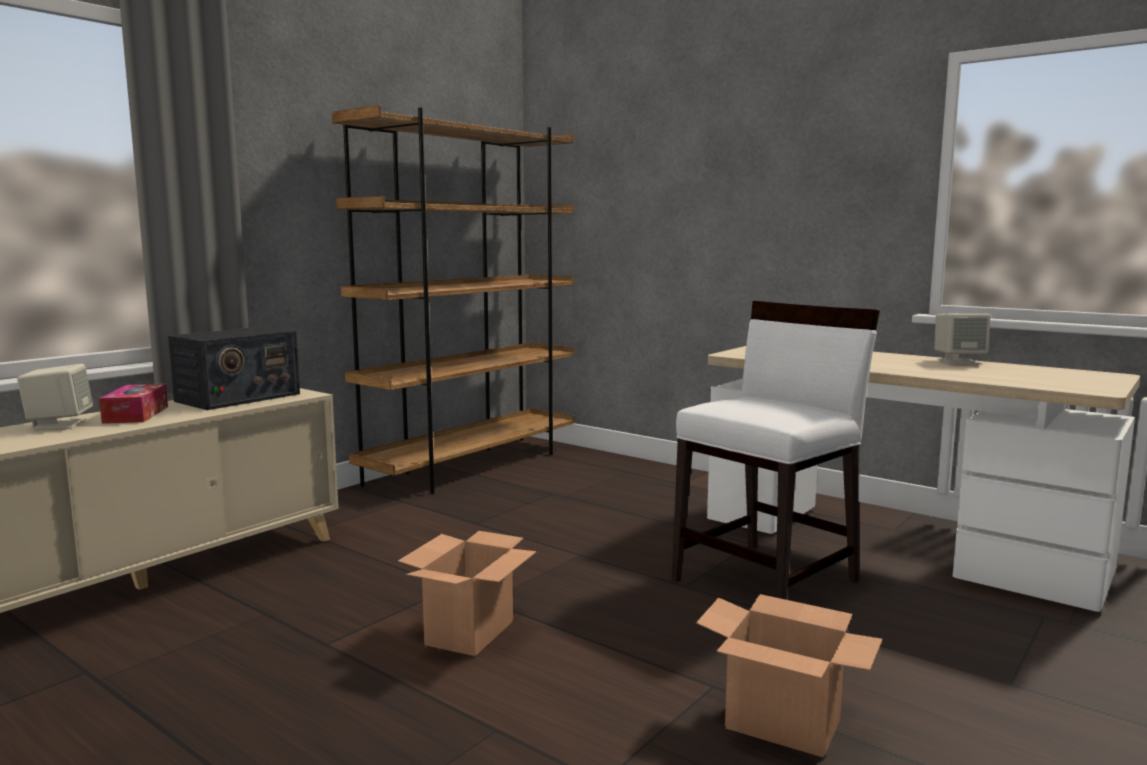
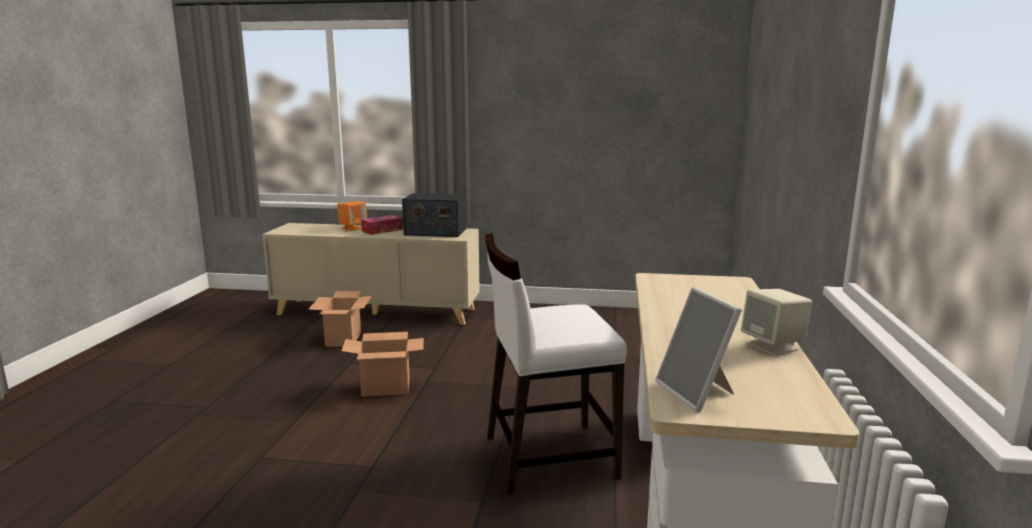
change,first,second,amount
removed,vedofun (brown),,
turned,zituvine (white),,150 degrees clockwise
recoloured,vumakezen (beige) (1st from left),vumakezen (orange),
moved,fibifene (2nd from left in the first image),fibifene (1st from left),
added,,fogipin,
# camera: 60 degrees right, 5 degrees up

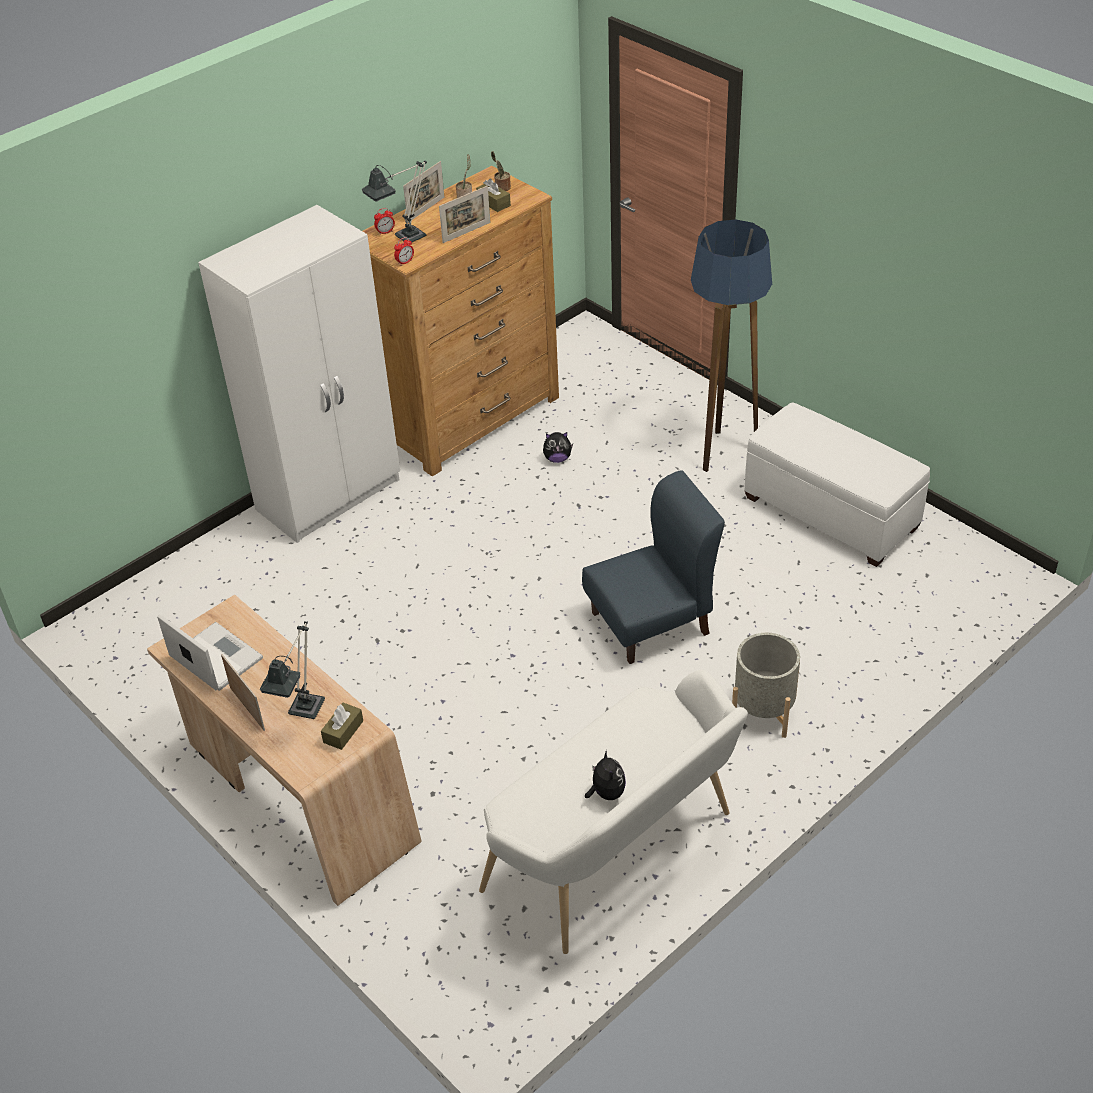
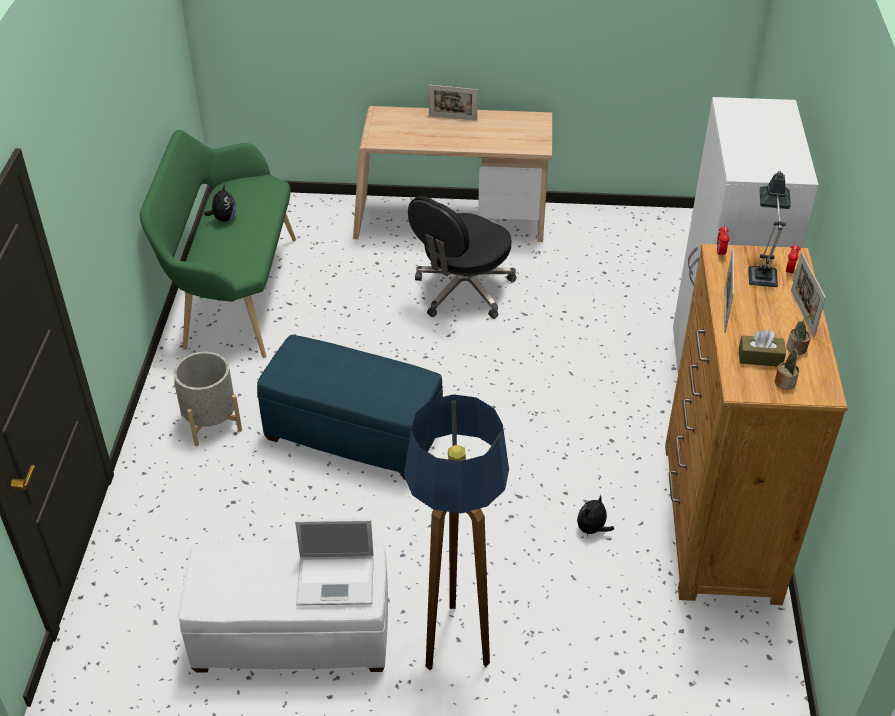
change,first,second,amount
replaced,zituvine (blue),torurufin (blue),
moved,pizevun,,
removed,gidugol (1st from left),,
recoloured,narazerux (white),narazerux (green),
removed,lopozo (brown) (1st from left),,
turned,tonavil (2nd from left in the first image),tonavil (1st from left),120 degrees counterclockwise
added,,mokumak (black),
# camera: 135 degrees right, 0 degrees up

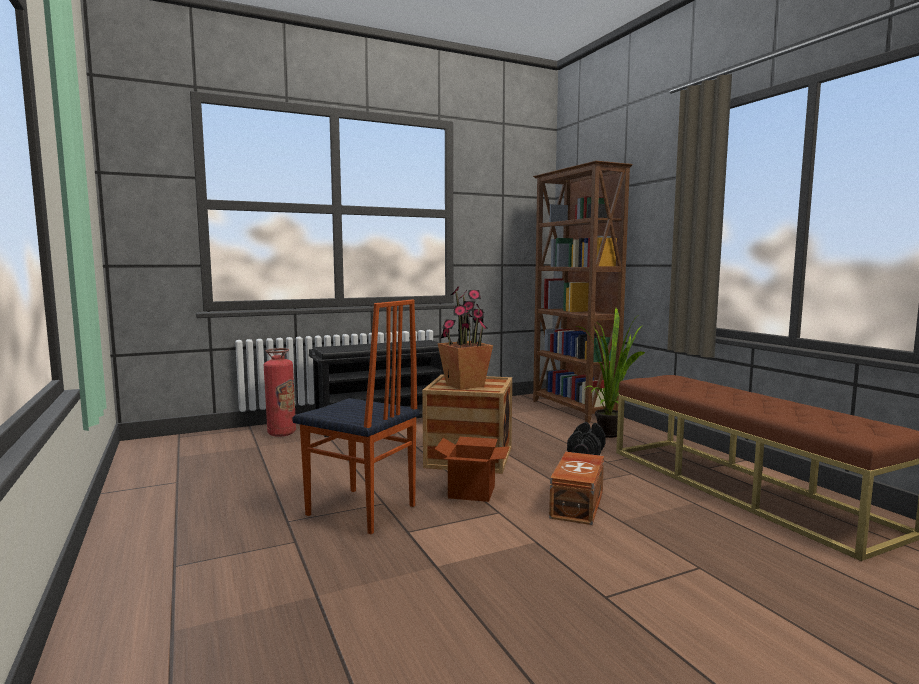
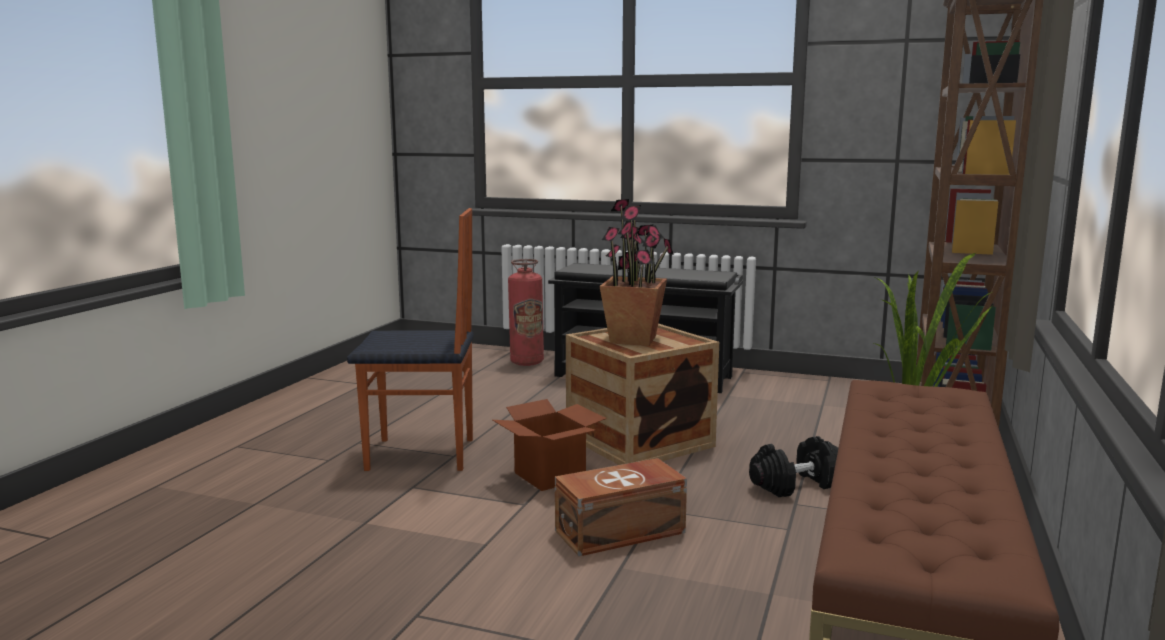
change,first,second,amount
turned,zituvine,,75 degrees counterclockwise
# camera: 45 degrees right, 5 degrees up

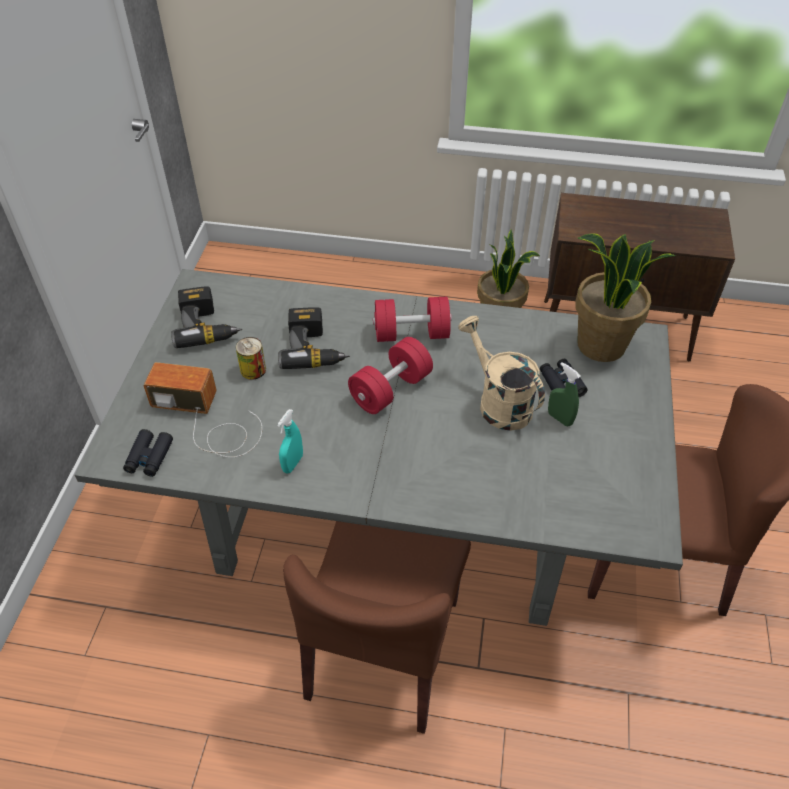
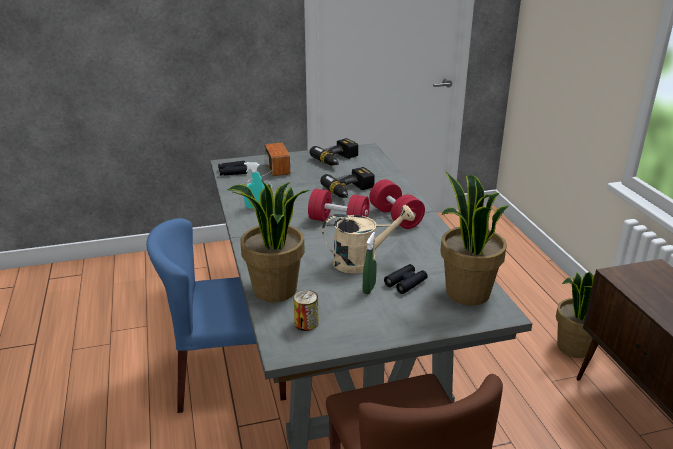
change,first,second,amount
turned,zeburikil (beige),,45 degrees clockwise
moved,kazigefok,,
recoloured,zituvine (brown) (1st from left),zituvine (blue),
added,,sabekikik (1st from left),
# camera: 65 degrees right, 20 degrees down

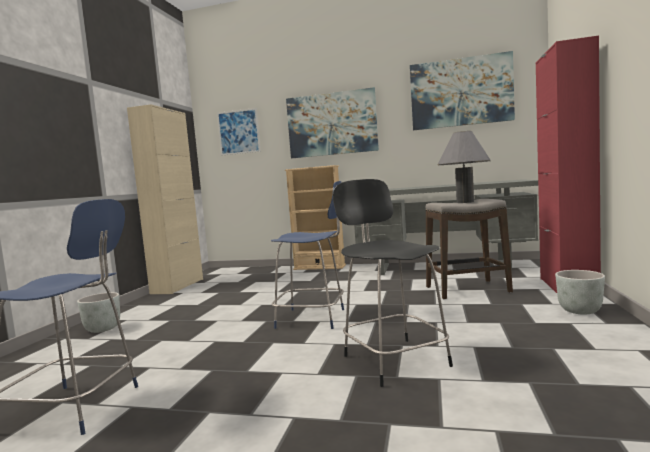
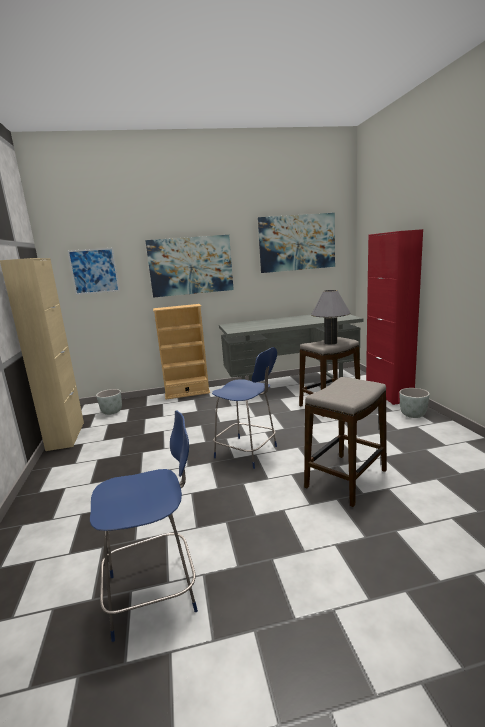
change,first,second,amount
replaced,zituvine (black),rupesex (2nd from left),
turned,zituvine (blue) (2nd from left),,45 degrees clockwise
moved,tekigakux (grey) (1st from left),,
# camera: 25 degrees left, 10 degrees up

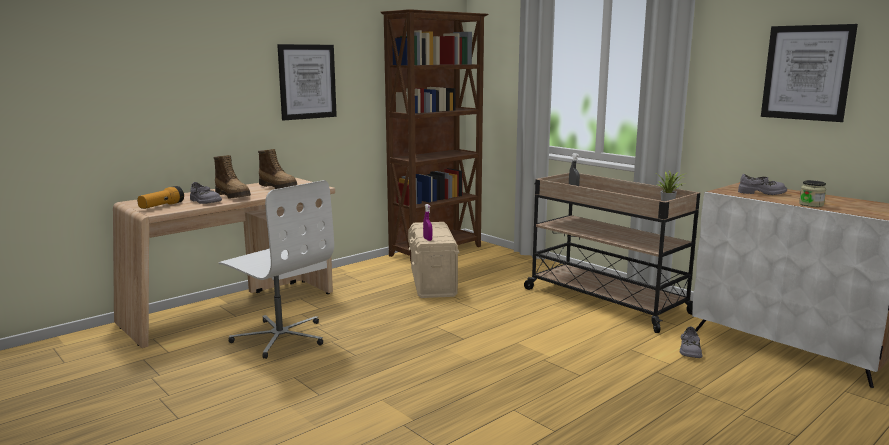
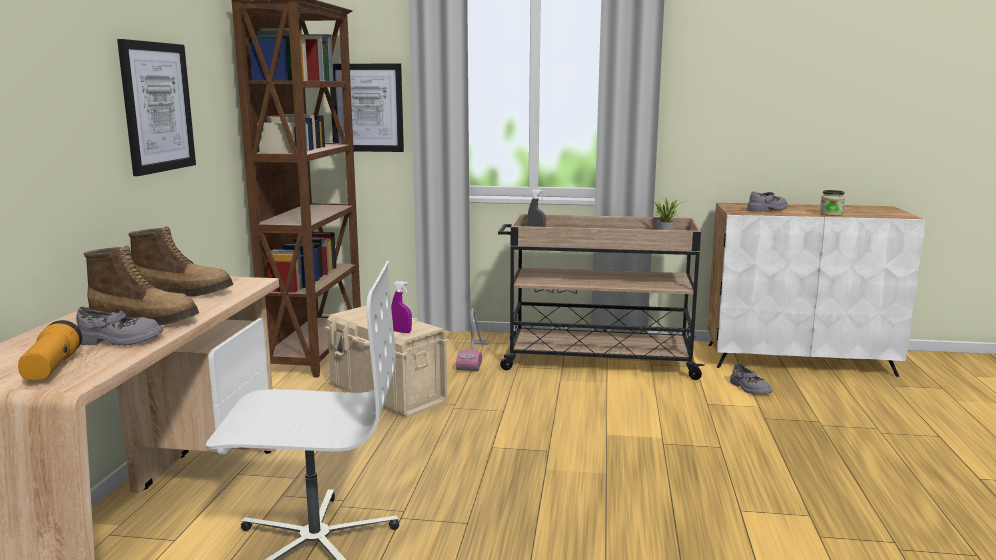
change,first,second,amount
moved,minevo (2nd from left),,
added,,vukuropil,
# camera: 40 degrees left, 0 degrees up

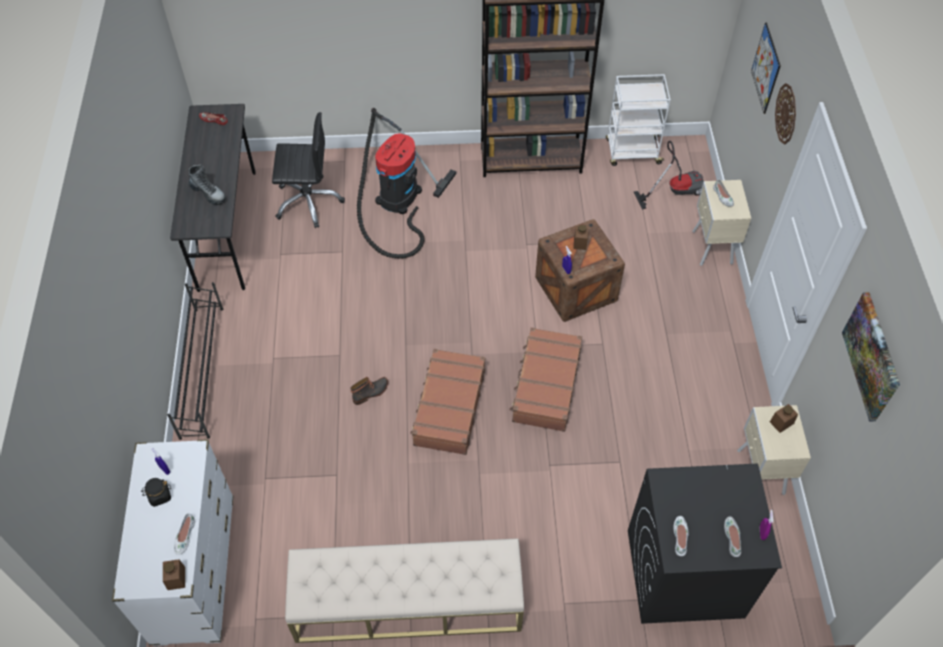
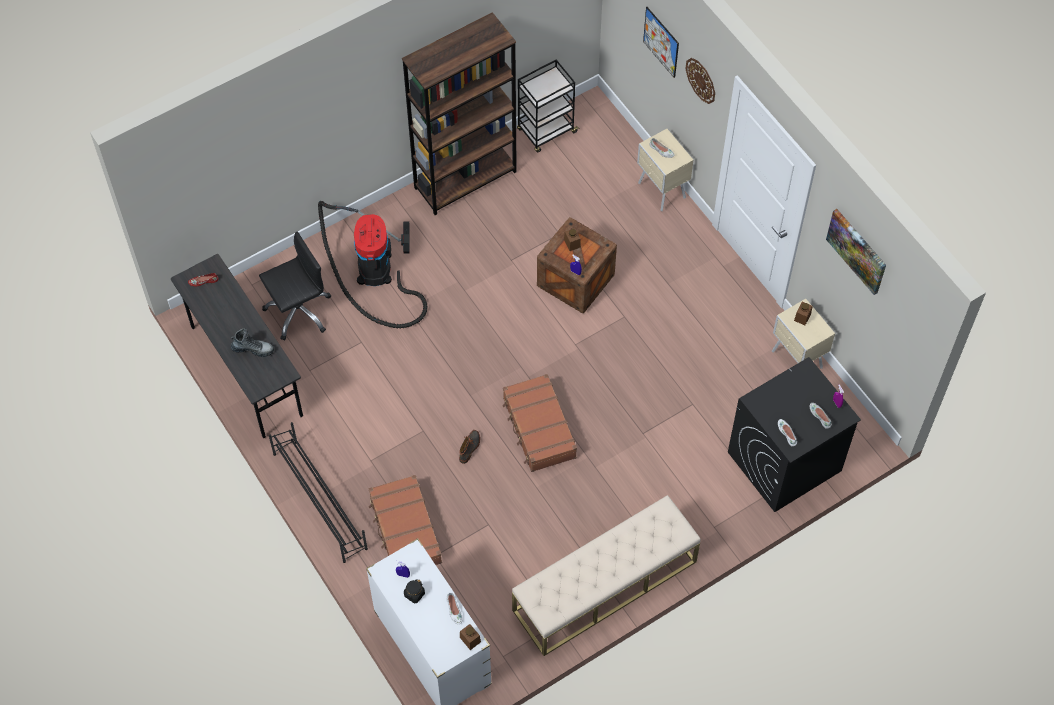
change,first,second,amount
recoloured,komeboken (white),komeboken (black),
removed,vukuropil (2nd from left),,
moved,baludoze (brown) (2nd from left in the first image),baludoze (brown) (1st from left),
# camera: 30 degrees left, 5 degrees up

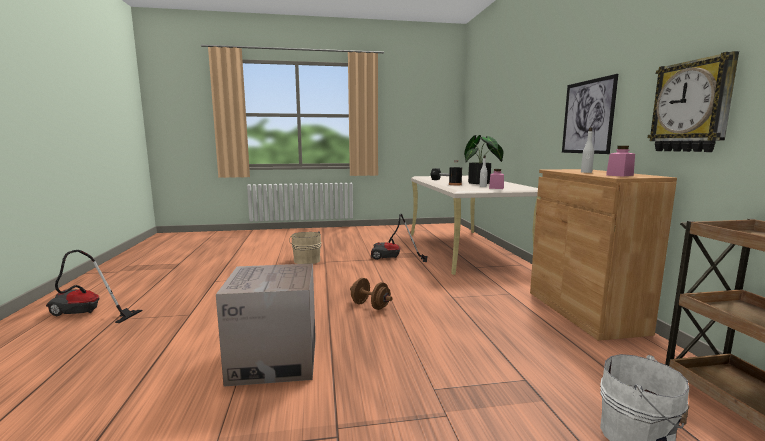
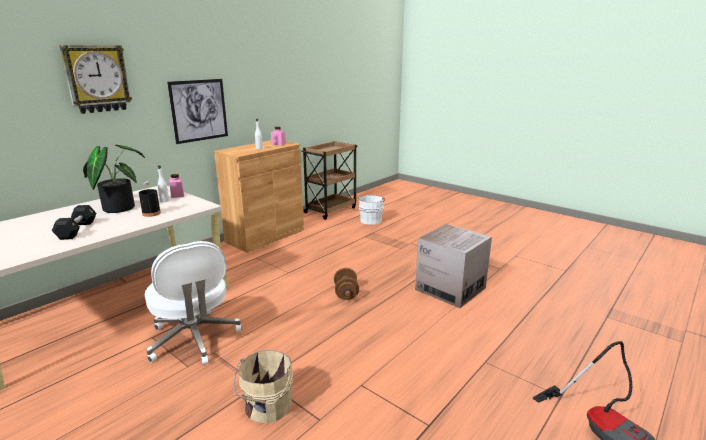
change,first,second,amount
moved,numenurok,,
replaced,vukuropil (2nd from left),mokumak (white),
# camera: 130 degrees left, 10 degrees up

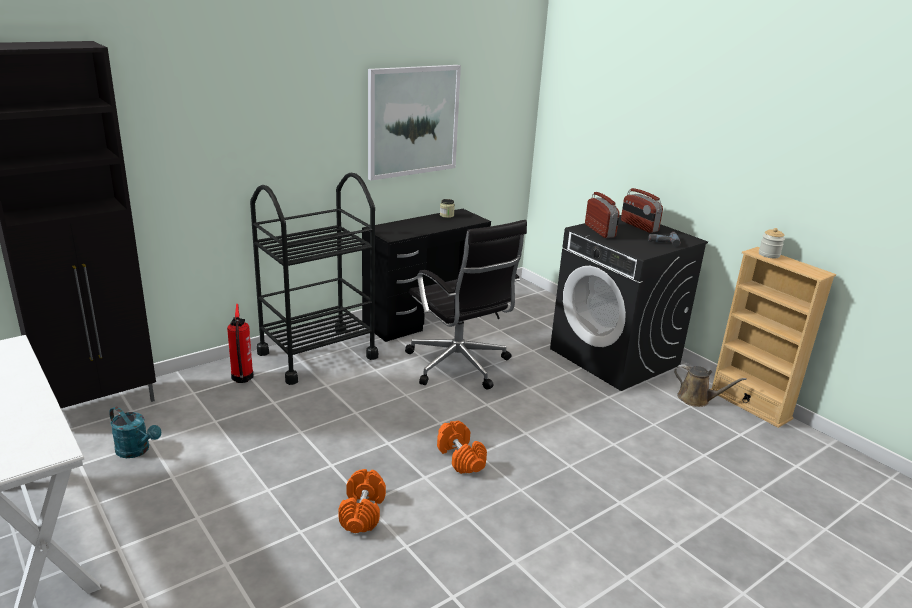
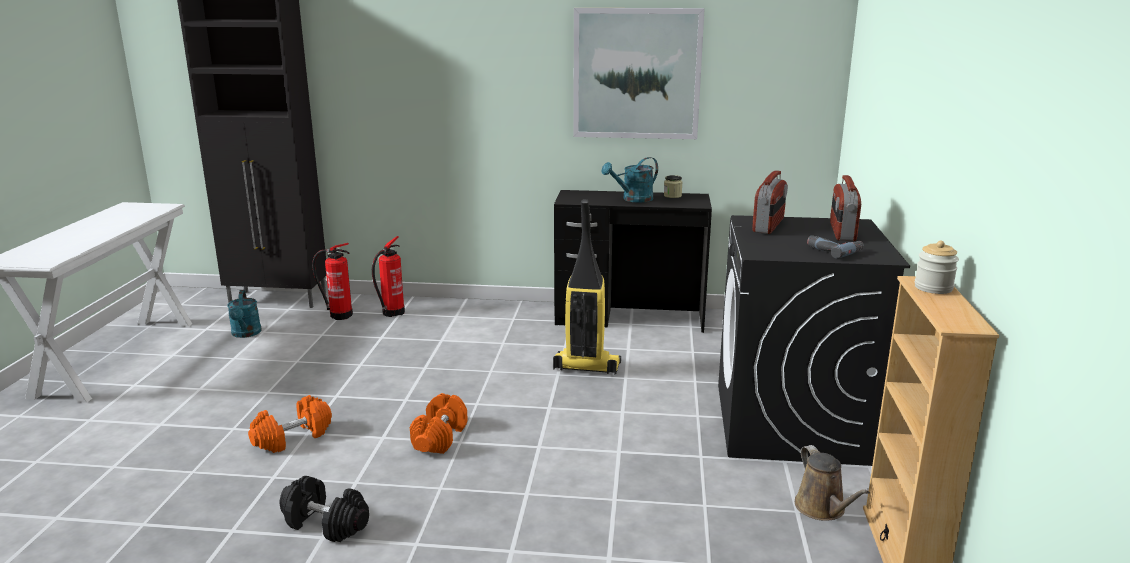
change,first,second,amount
removed,komeboken (black),,
replaced,mokumak (black),vukuropil,
added,,zeburikil (turquoise) (2nd from left),
added,,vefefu (1st from left),
added,,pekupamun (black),
# camera: 45 degrees right, 5 degrees down

